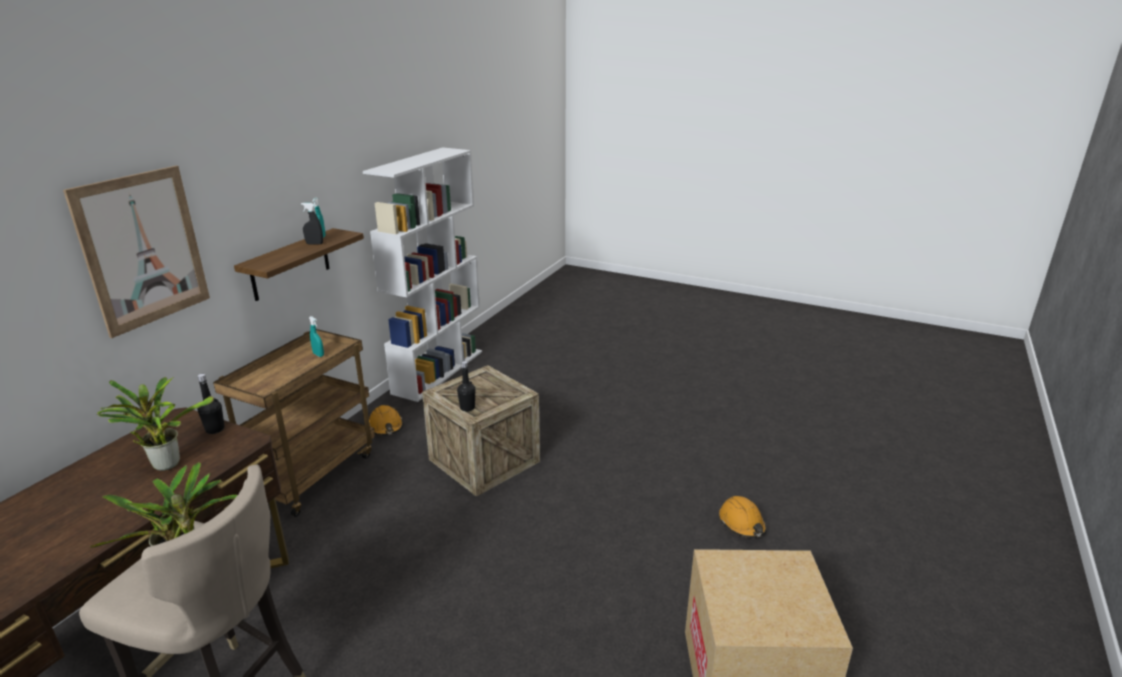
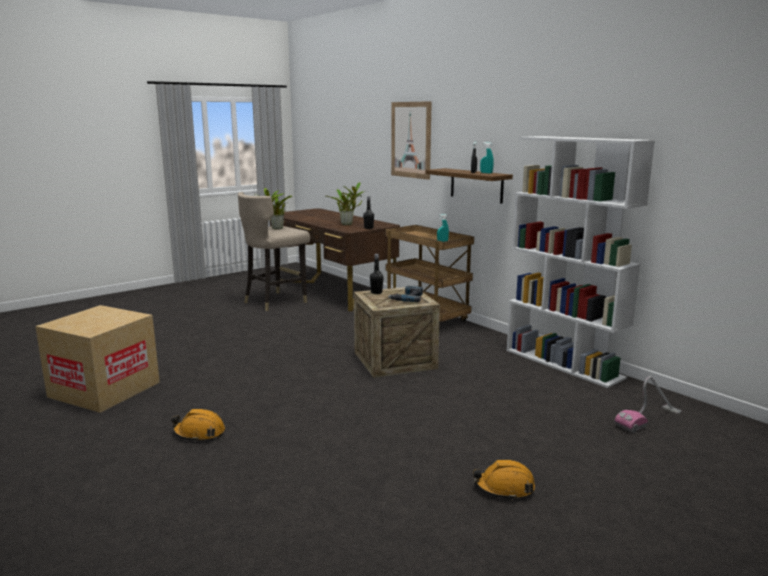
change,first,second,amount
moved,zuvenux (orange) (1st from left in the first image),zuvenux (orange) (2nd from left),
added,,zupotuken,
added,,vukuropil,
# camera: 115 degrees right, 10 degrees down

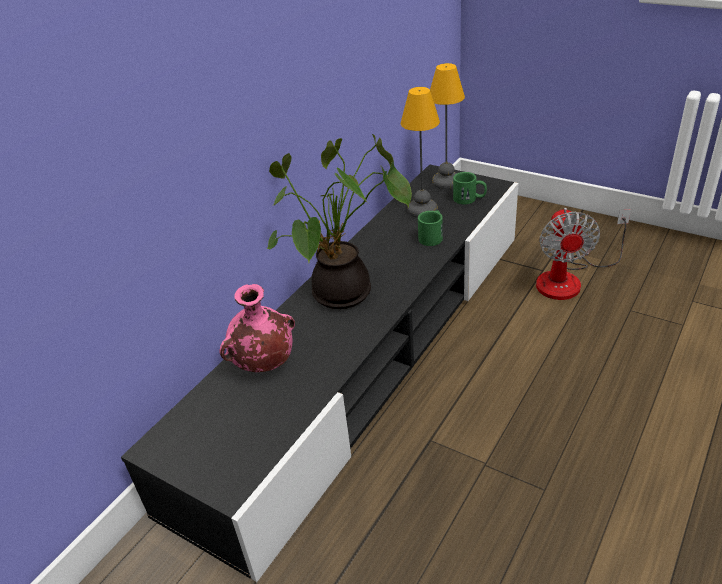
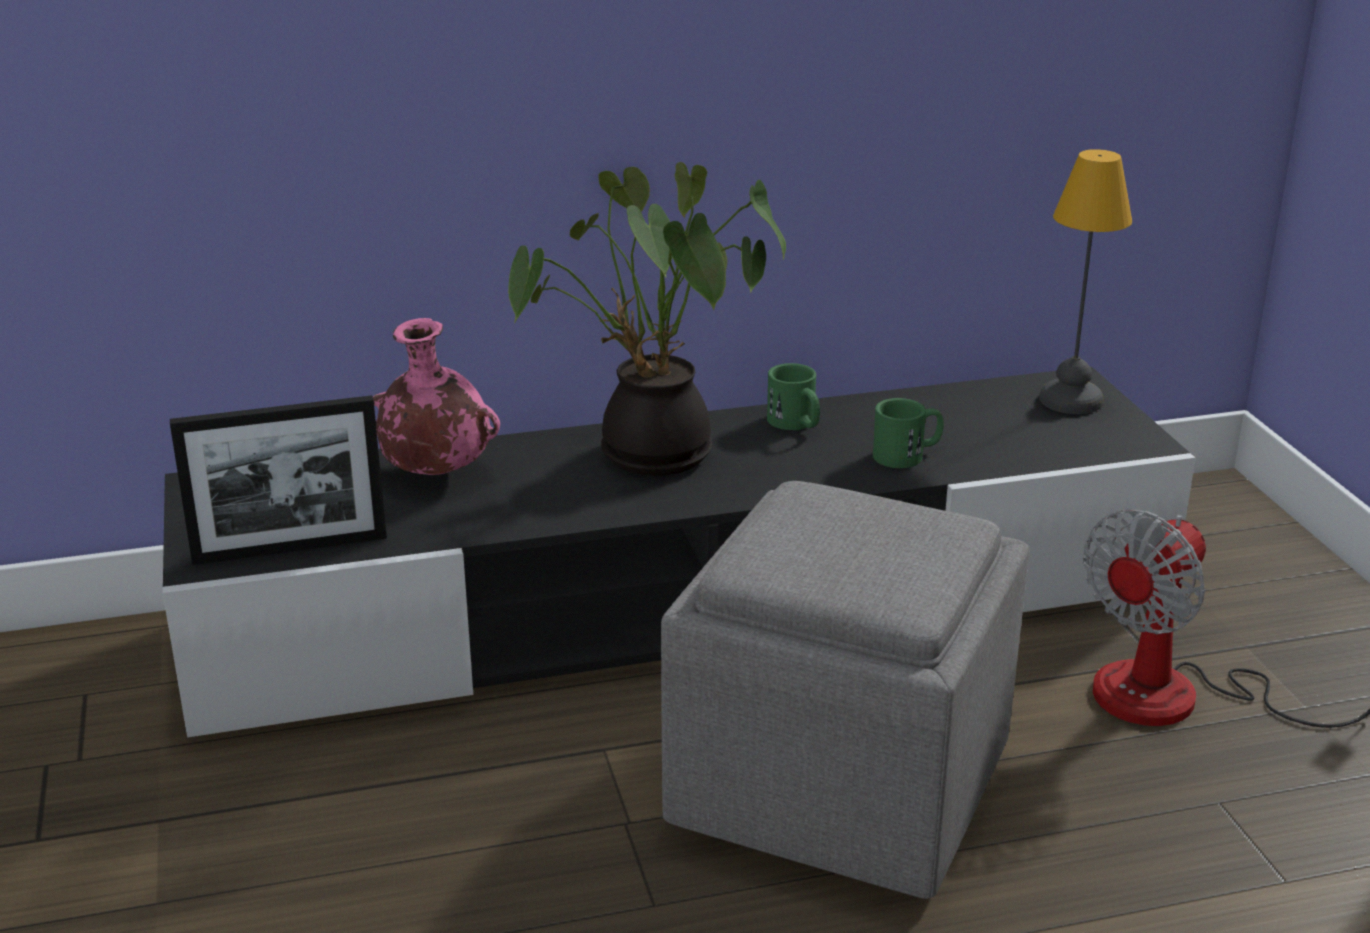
change,first,second,amount
removed,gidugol (1st from left),,
moved,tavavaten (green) (2nd from left in the first image),tavavaten (green) (1st from left),
added,,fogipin,
added,,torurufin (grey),
# camera: 40 degrees right, 10 degrees down

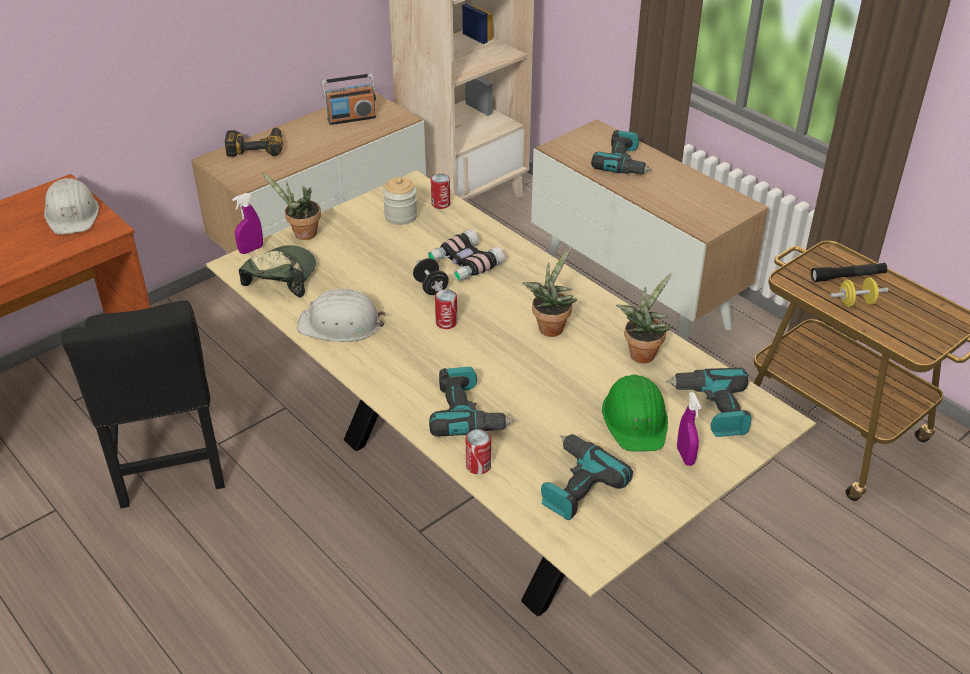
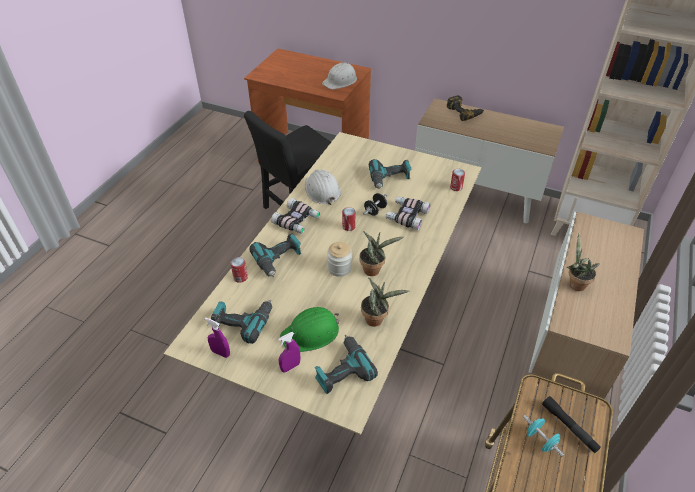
change,first,second,amount
removed,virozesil,,
moved,zupotuken (4th from left),,
moved,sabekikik (1st from left in the first image),sabekikik (3rd from left),
moved,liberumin,,
moved,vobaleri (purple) (1st from left),,
removed,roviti,,
recoloured,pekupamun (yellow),pekupamun (turquoise),
added,,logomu (1st from left),
# camera: 65 degrees right, 5 degrees up

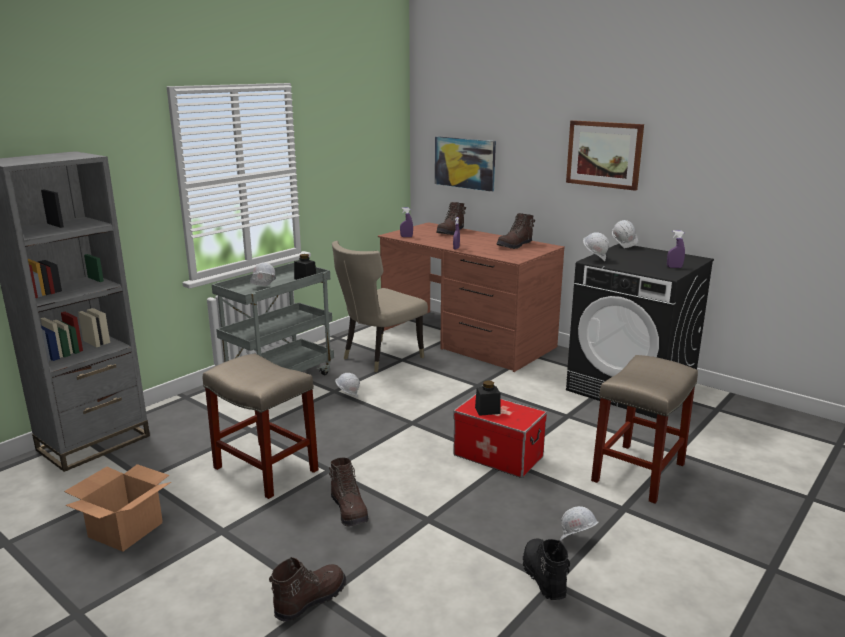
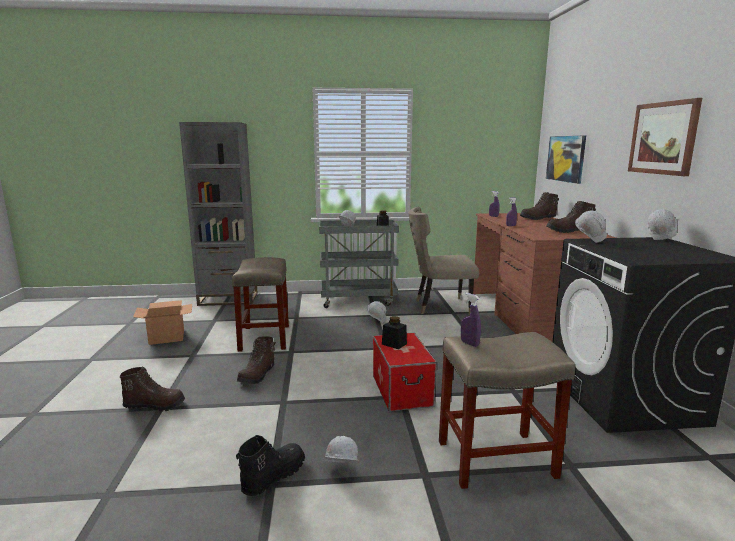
change,first,second,amount
moved,vobaleri (purple) (3rd from left in the first image),vobaleri (purple) (1st from left),
# camera: 45 degrees right, 5 degrees down

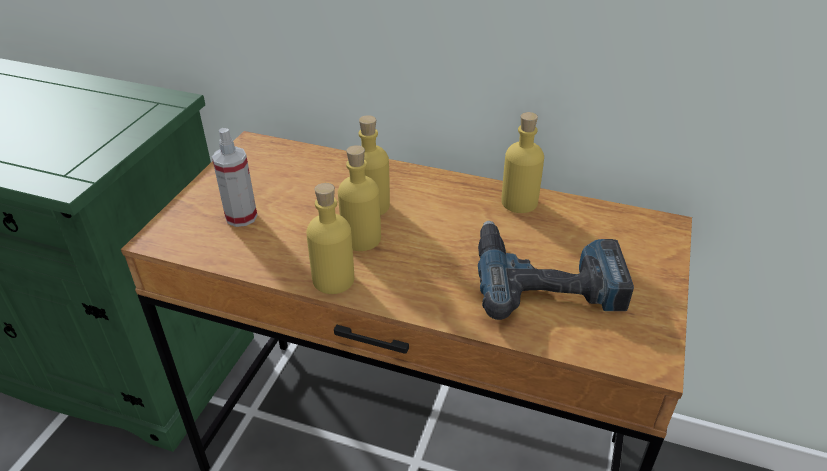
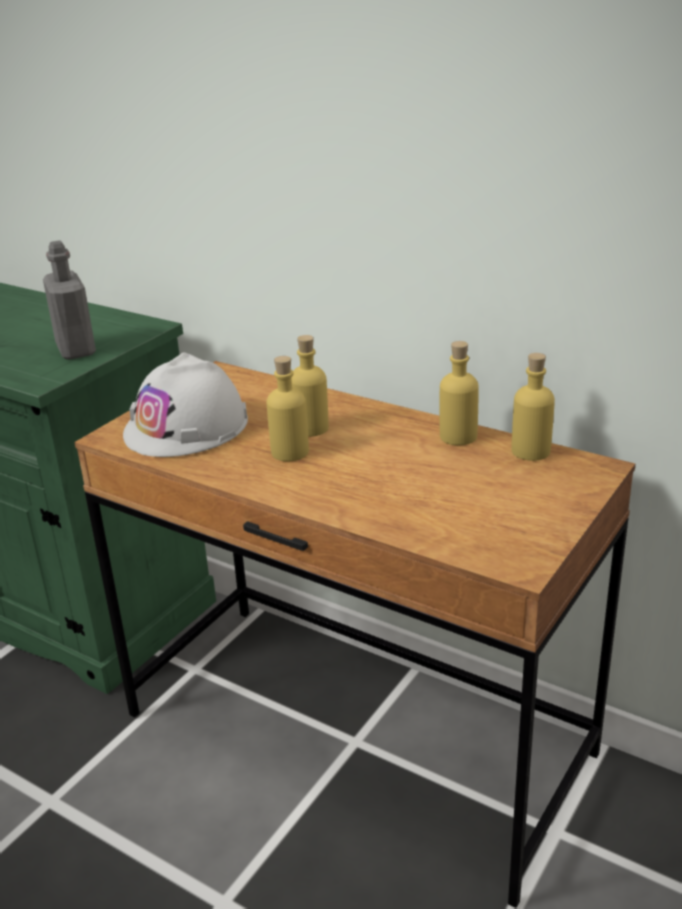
change,first,second,amount
replaced,vobaleri,zuvenux (white),
moved,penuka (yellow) (1st from left in the first image),penuka (yellow) (4th from left),
removed,zupotuken,,
added,,penuka (grey),
# camera: 15 degrees right, 10 degrees down

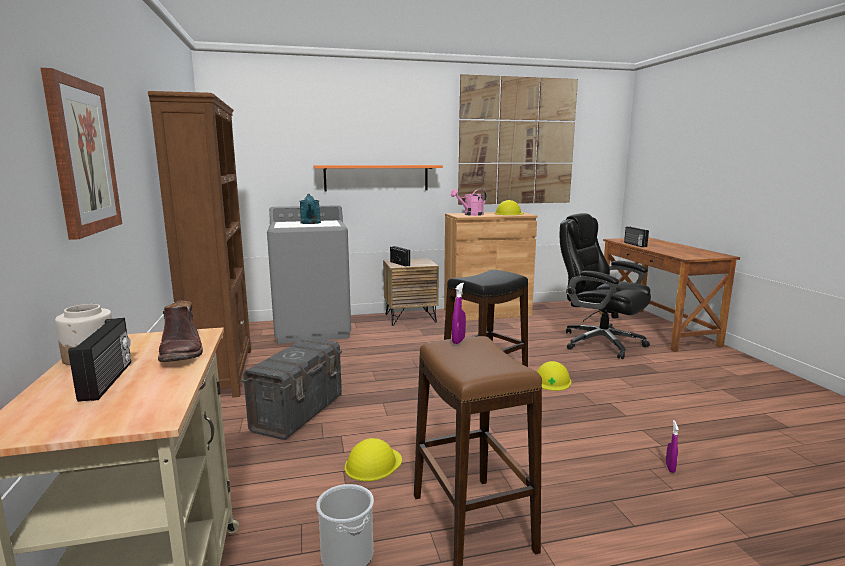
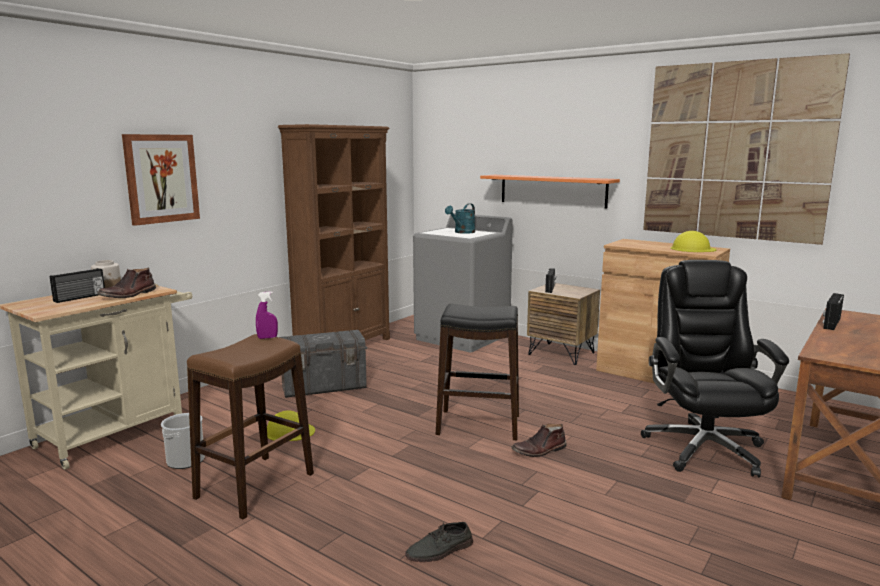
change,first,second,amount
removed,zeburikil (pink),,
replaced,zuvenux (yellow) (3rd from left),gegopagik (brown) (2nd from left),
replaced,vobaleri (purple) (2nd from left),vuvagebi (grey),
# camera: 50 degrees right, 0 degrees up

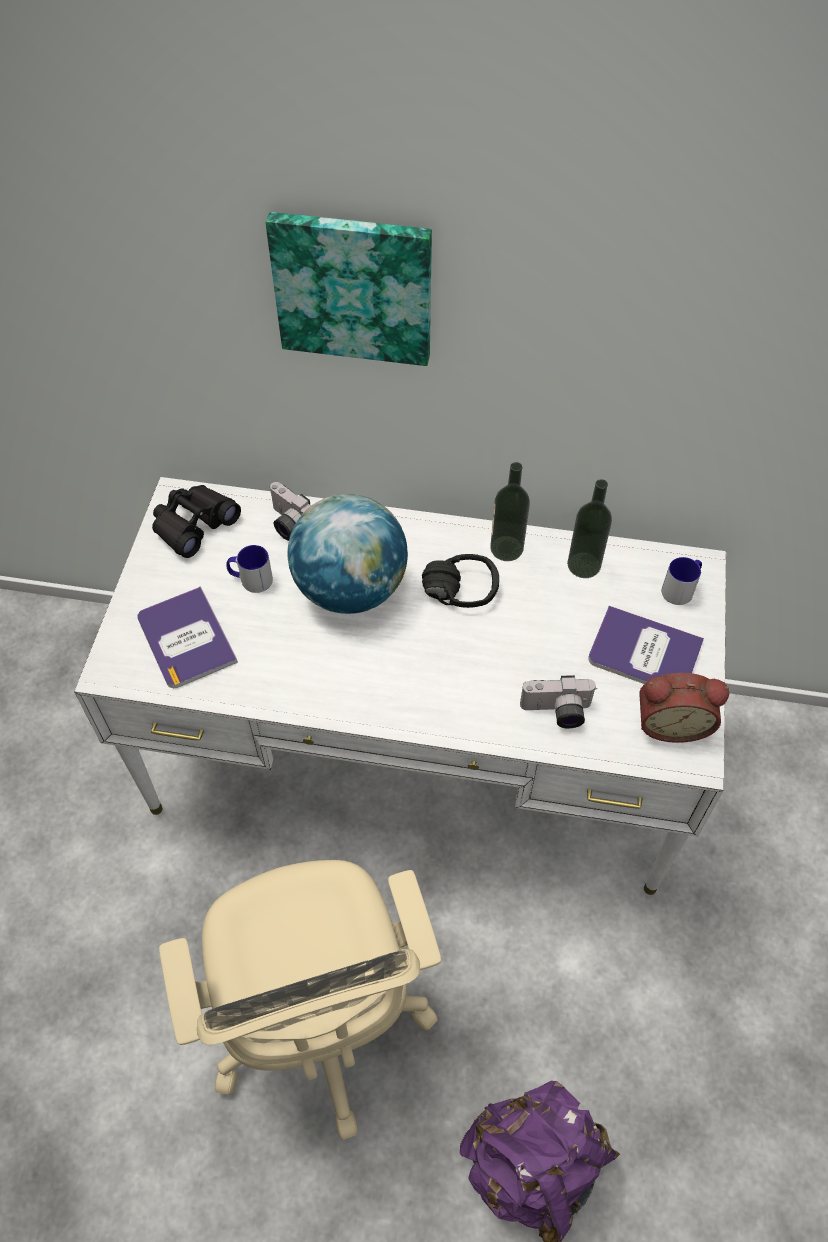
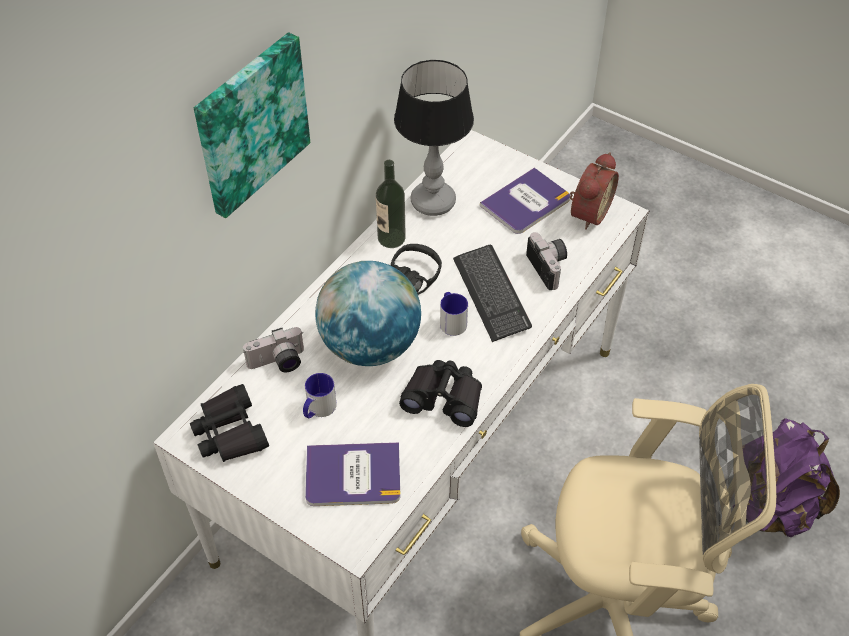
change,first,second,amount
replaced,penuka (2nd from left),gidugol,
moved,tavavaten (2nd from left),,
turned,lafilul (2nd from left),,45 degrees counterclockwise
added,,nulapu,
added,,logomu (black) (2nd from left),
# camera: 65 degrees left, 5 degrees down

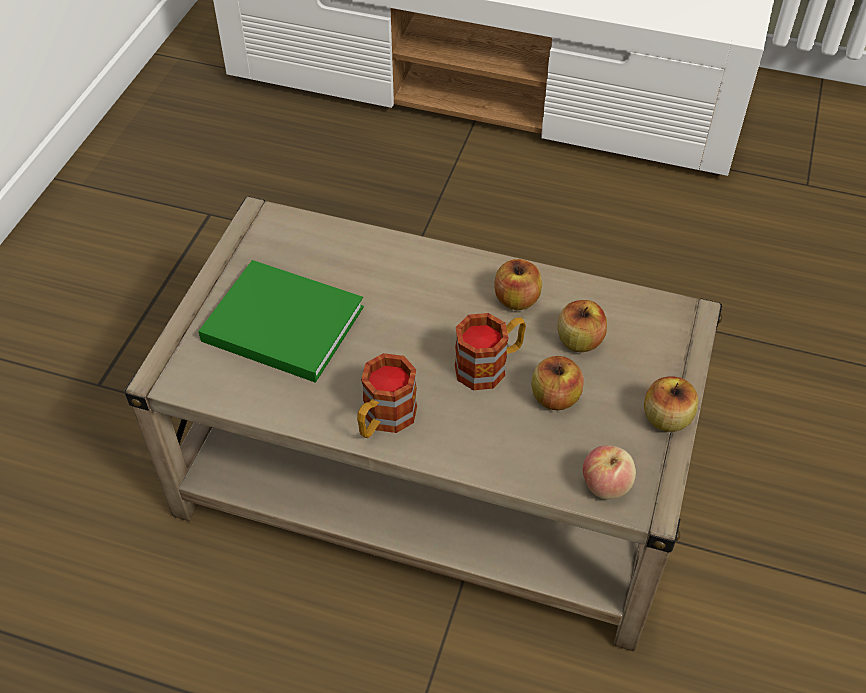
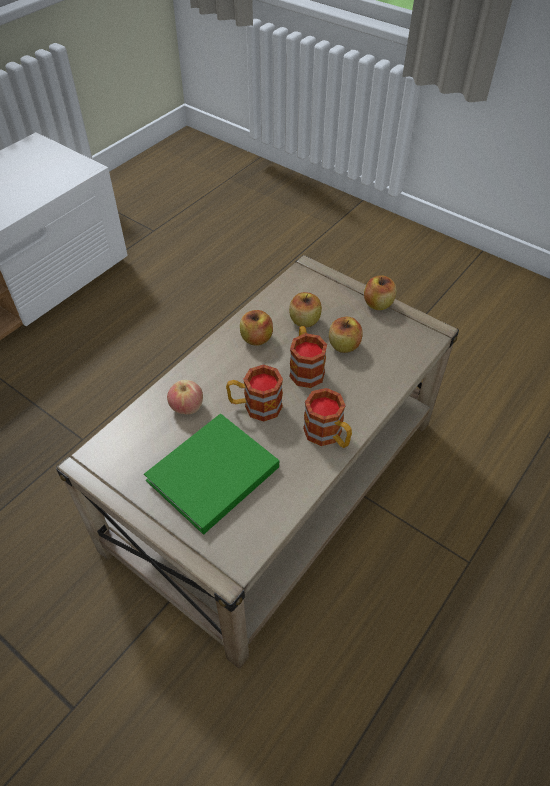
change,first,second,amount
moved,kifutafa (4th from left in the first image),kifutafa (1st from left),
added,,tavavaten (1st from left),
# camera: 70 degrees left, 0 degrees up

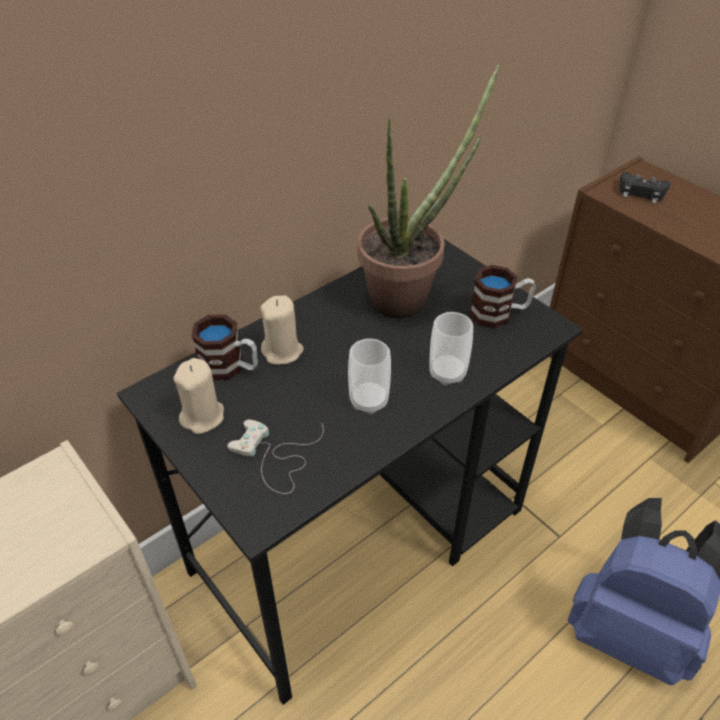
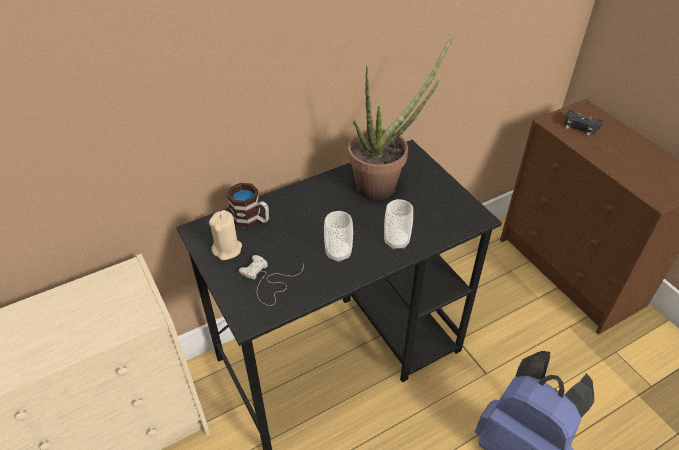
change,first,second,amount
removed,tavavaten (2nd from left),,
removed,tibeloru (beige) (2nd from left),,
# camera: 10 degrees right, 0 degrees up

